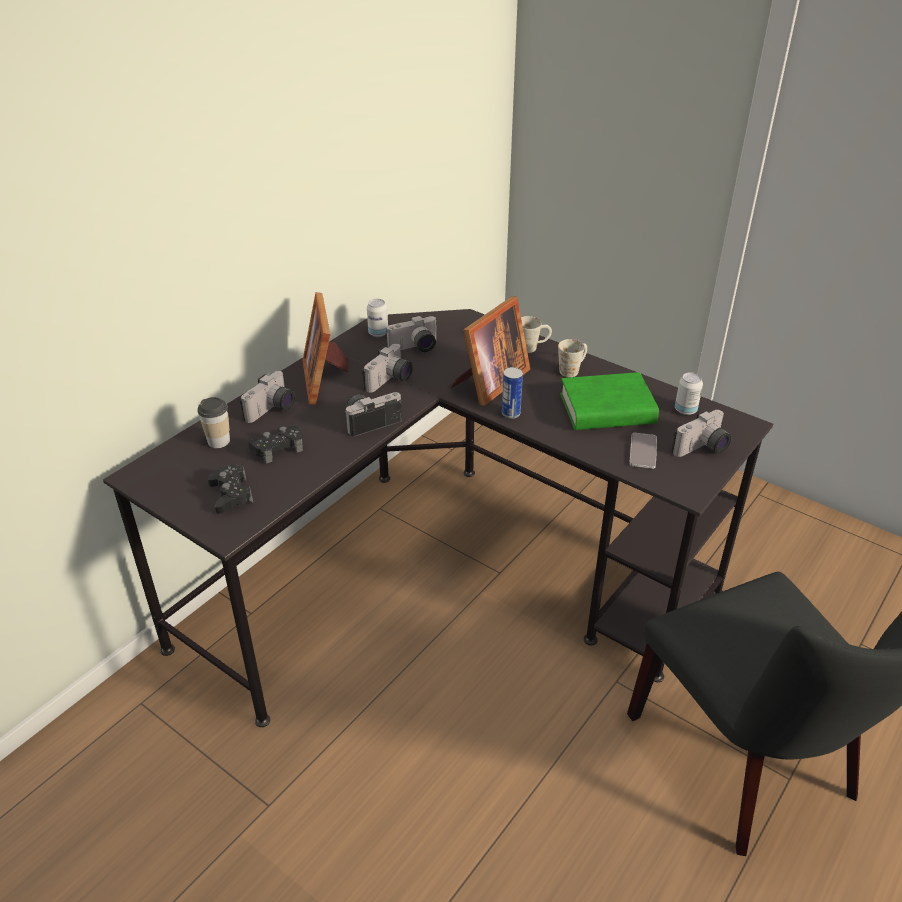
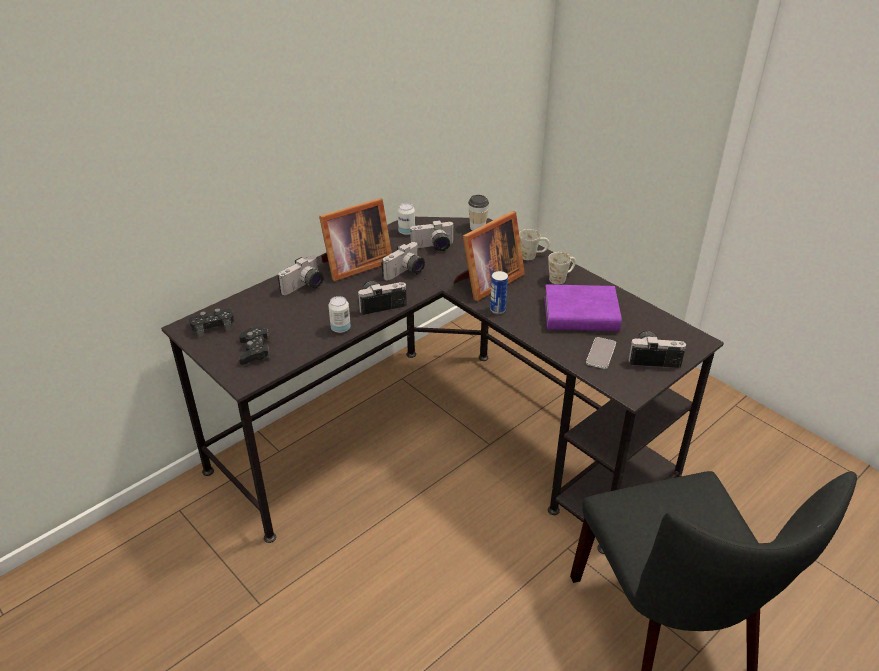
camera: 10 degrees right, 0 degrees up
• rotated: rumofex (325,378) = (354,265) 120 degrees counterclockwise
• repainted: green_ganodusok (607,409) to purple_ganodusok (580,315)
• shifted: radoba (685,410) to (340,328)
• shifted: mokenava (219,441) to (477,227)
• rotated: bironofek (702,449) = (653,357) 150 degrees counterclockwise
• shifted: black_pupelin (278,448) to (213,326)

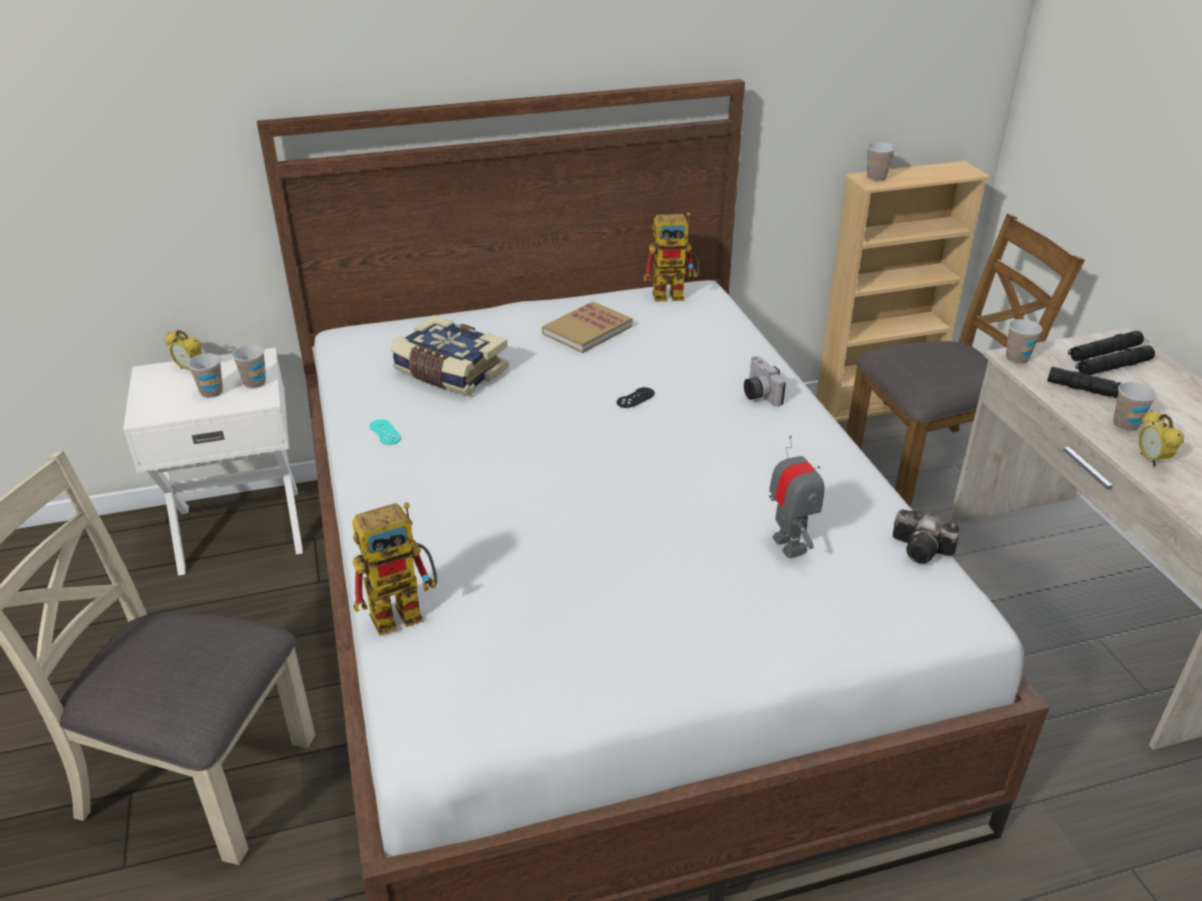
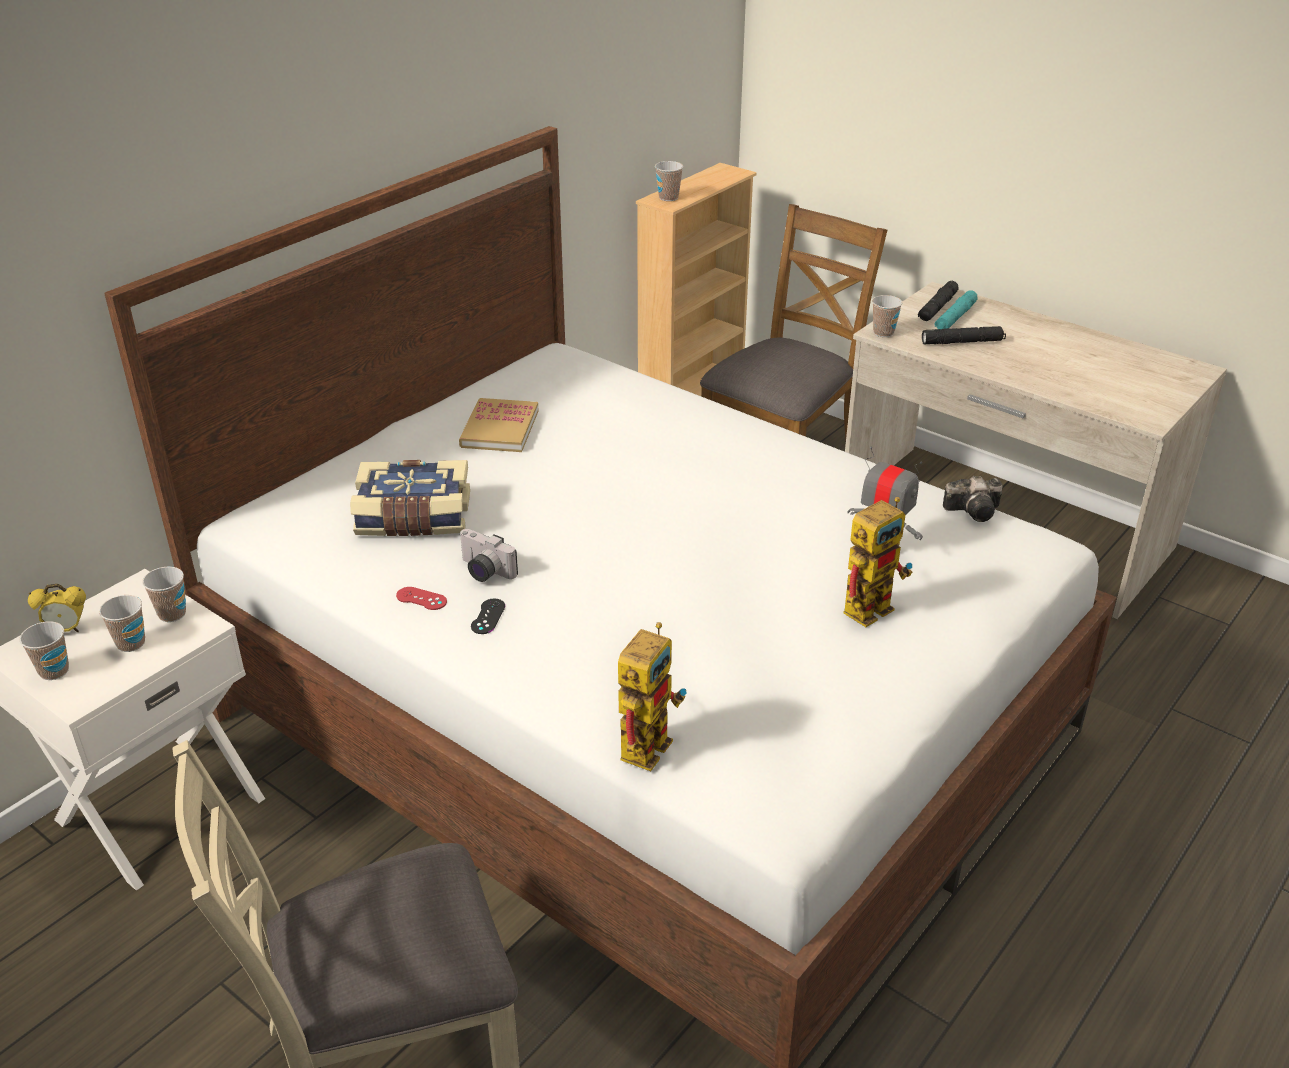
camera: 35 degrees left, 0 degrees up
• shifted: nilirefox (675,294) to (872,604)
• repainted: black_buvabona (1113,368) to turquoise_buvabona (955,317)
• shifted: bironofek (757,394) to (483,571)
• shifted: mokenava (1125,425) to (54,671)
• shifted: black_pupelin (635,398) to (488,616)
• gone: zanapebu (1151,460)
• repainted: turquoise_pupelin (385,432) to red_pupelin (421,599)

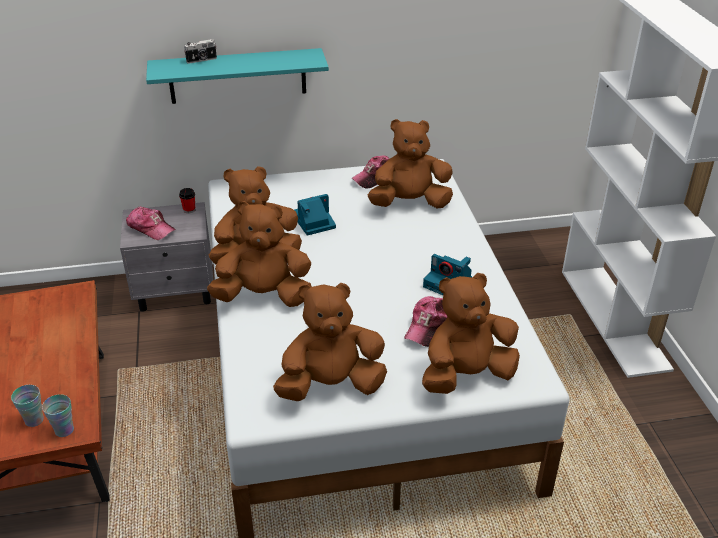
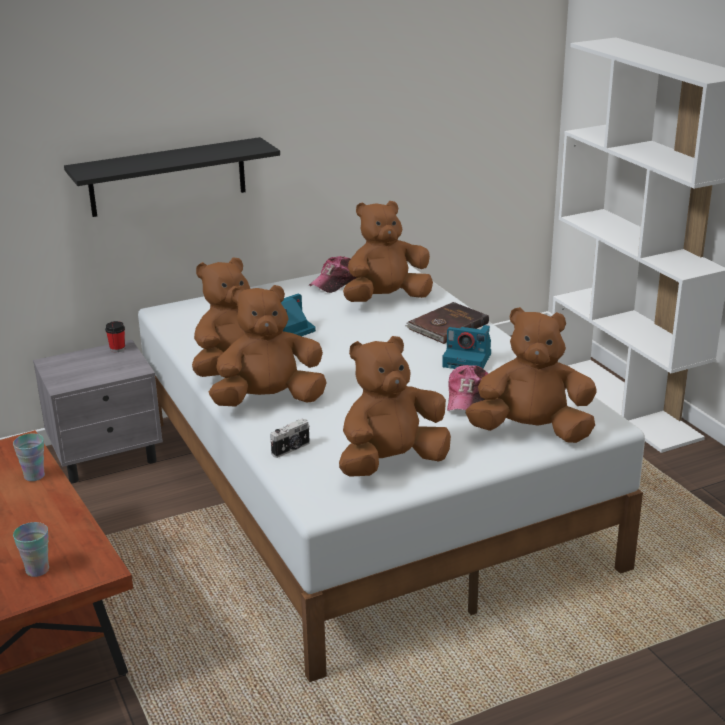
camera: 15 degrees left, 10 degrees down
• shifted: bironofek (202,60) to (291,449)
• repainted: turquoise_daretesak (237,76) to black_daretesak (168,177)
• gone: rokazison (151,228)
• rotated: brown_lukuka (466,375) = (531,431) 45 degrees clockwise
• shifted: mokenava (64,430) to (34,476)
• new: brown_ganodusok (447,326)

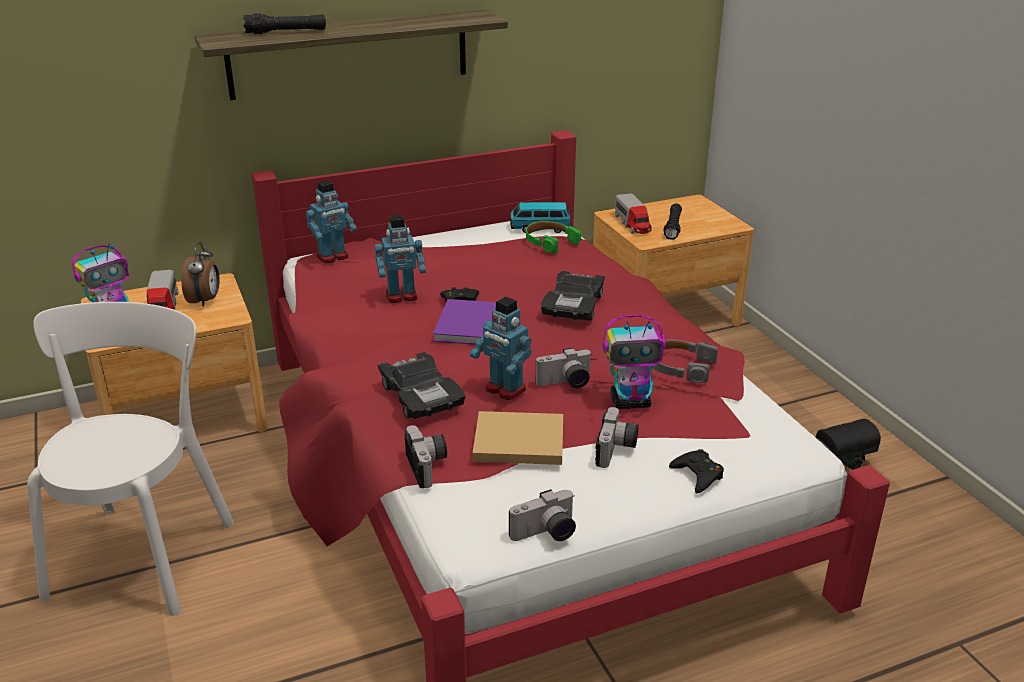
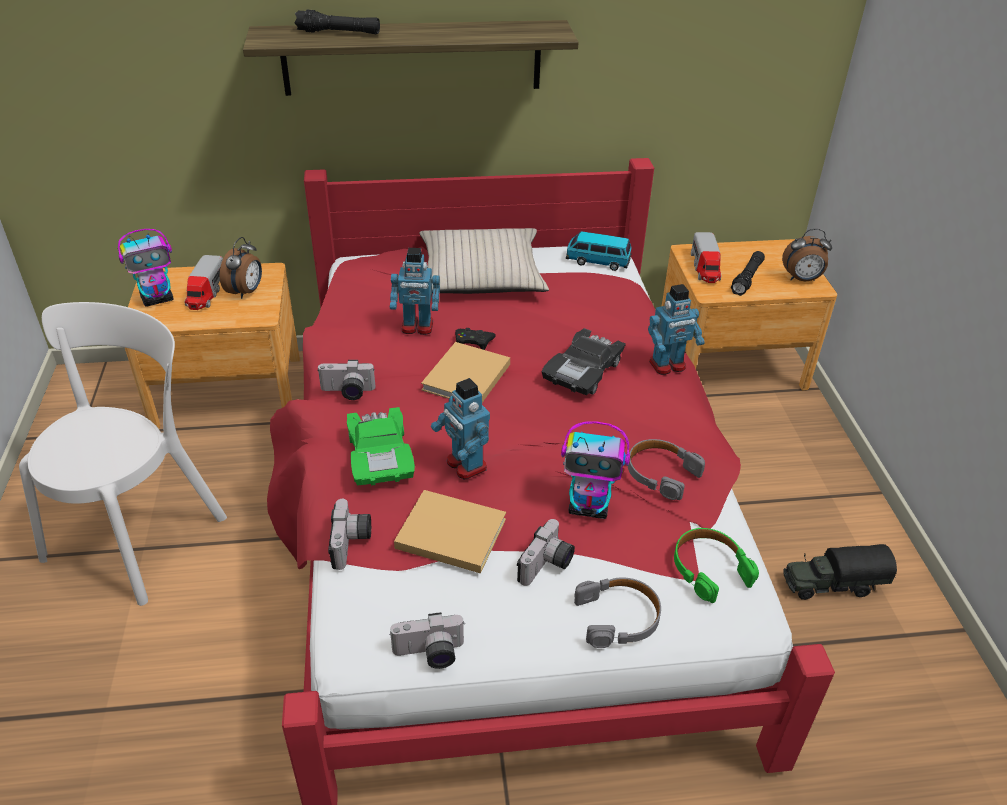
camera: 15 degrees right, 10 degrees up
• shifted: nilirefox (333,257) to (667,365)
• shifted: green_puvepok (550,242) to (709,569)
• repainted: purple_ganodusok (469,326) to beige_ganodusok (465,378)
• shifted: bironofek (566,383) to (347,392)
• repainted: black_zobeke (421,396) to green_zobeke (380,456)
• swapped: black_pupelin (697,475) to grey_puvepok (618,617)
• new: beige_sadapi (480,275)
• new: zanapebu (801,279)

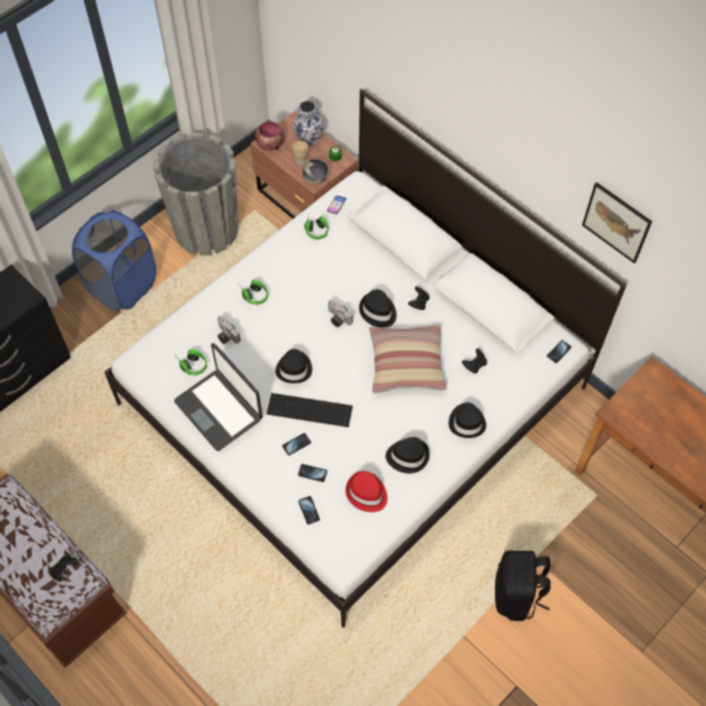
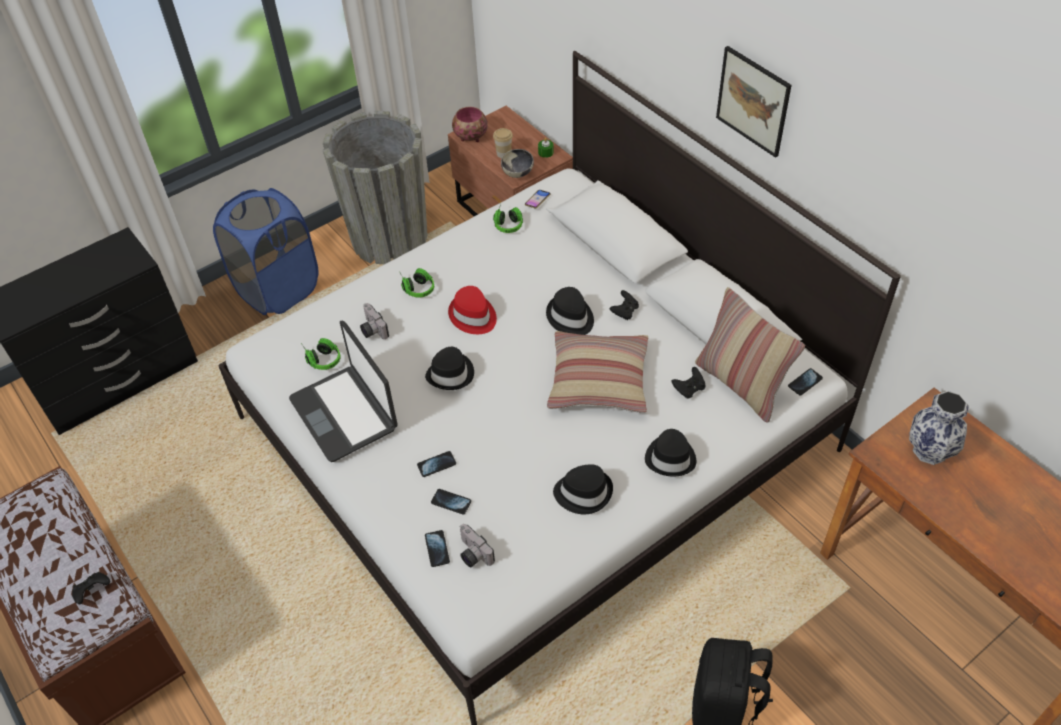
camera: 10 degrees right, 10 degrees down
• shifted: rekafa (308,138) to (928,450)
• shifted: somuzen (616,222) to (753,101)
• shifted: bironofek (337,319) to (472,554)
• gone: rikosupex (309,410)
• shifted: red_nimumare (366,493) to (473,316)
• new: sadapi (741,385)

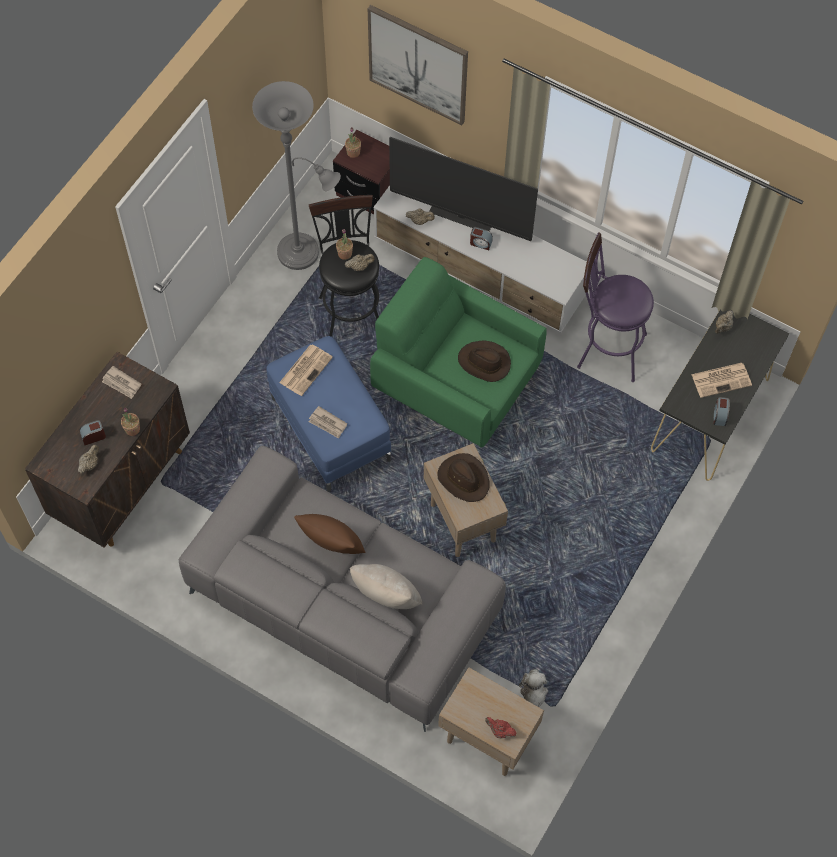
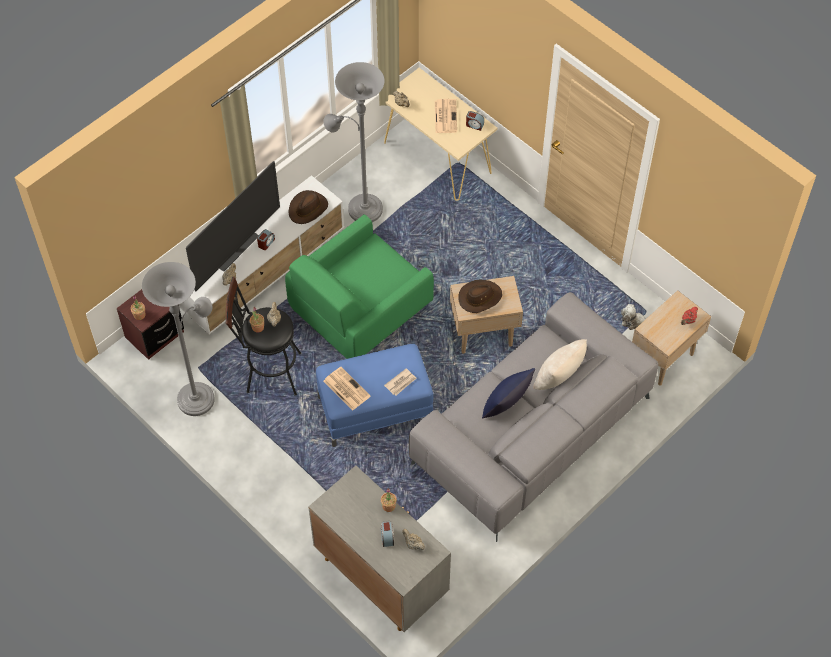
camera: 75 degrees left, 5 degrees down
• gone: somuzen (418,64)
• swapped: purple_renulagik (605,349) to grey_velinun (361,207)
• repainted: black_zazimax (709,415) to beige_zazimax (437,158)
• shifted: brown_nimumare (484,363) to (308,208)
• repainted: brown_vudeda (123,483) to grey_vudeda (380,576)
• gone: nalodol (121,384)
• repainted: brown_sadapi (332,546) to blue_sadapi (506,406)

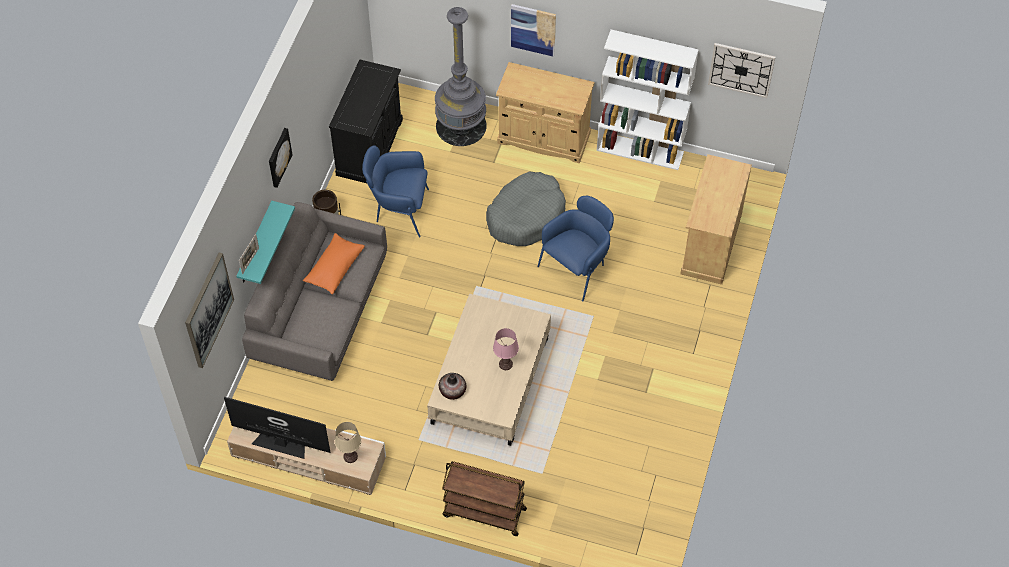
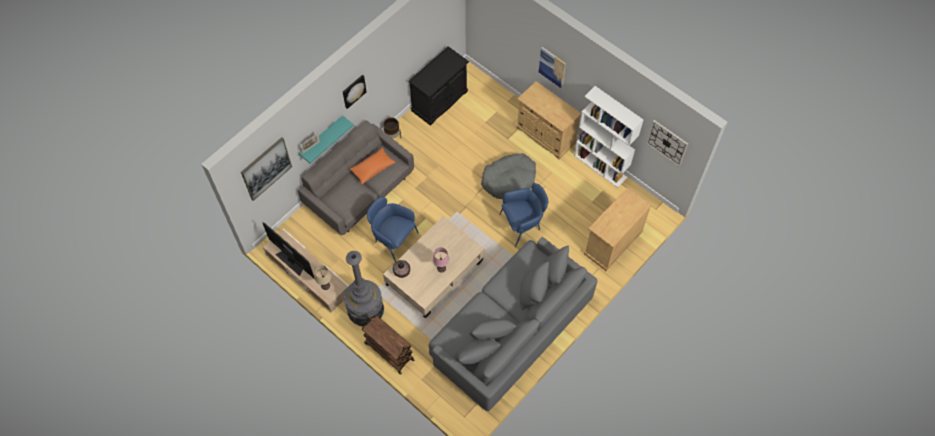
camera: 25 degrees right, 5 degrees up
• shifted: grey_velinun (461,126) to (365,309)
• shifted: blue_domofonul (399,210) to (393,239)
• new: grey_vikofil (511,328)

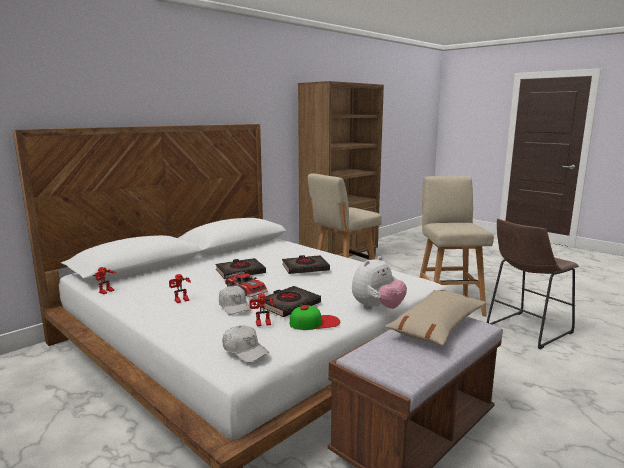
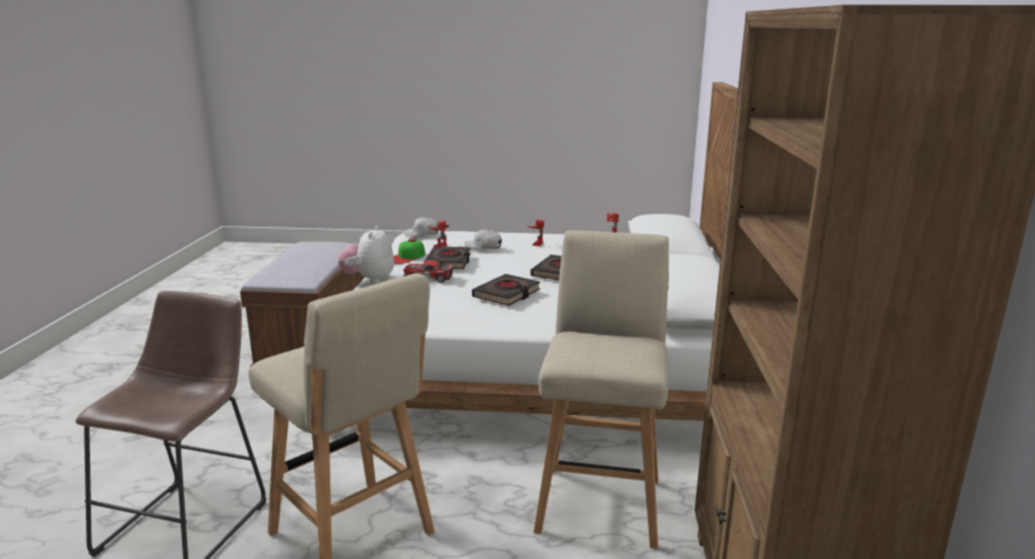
camera: 140 degrees right, 5 degrees up
• shifted: zobeke (247,289) to (427,278)
• gone: beige_sadapi (437,327)

